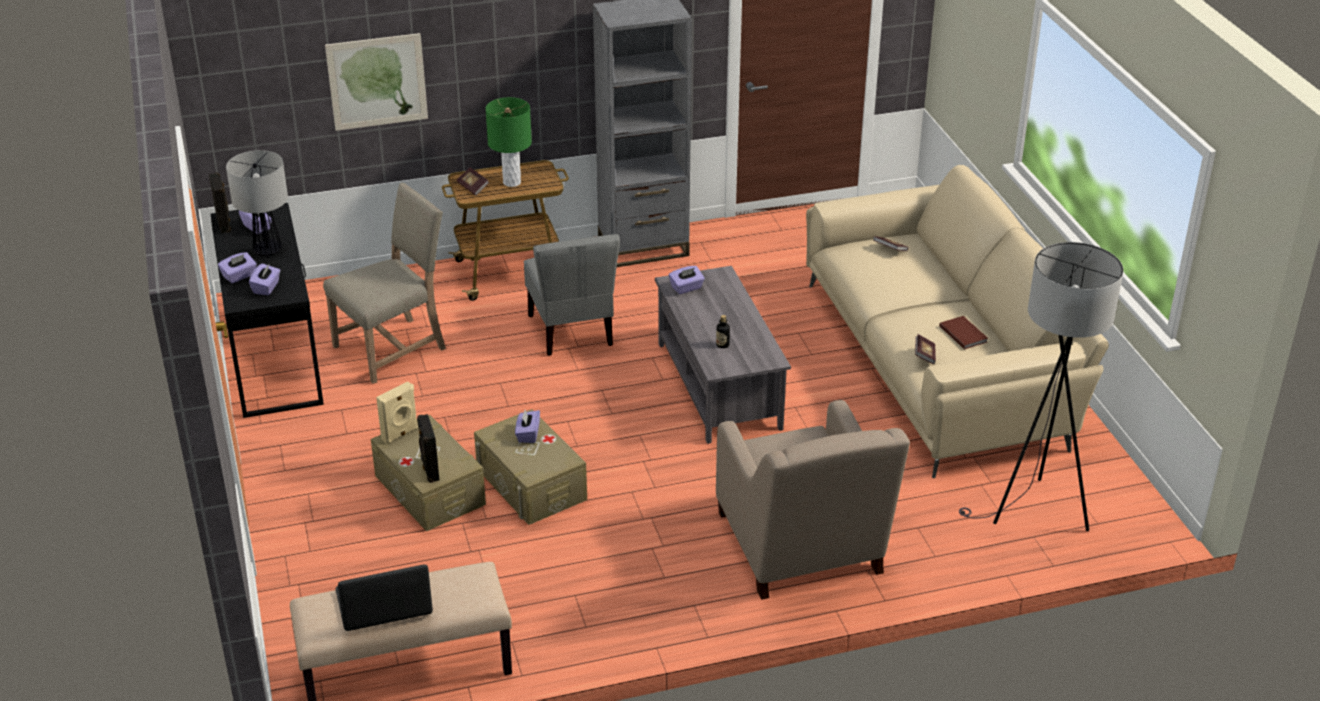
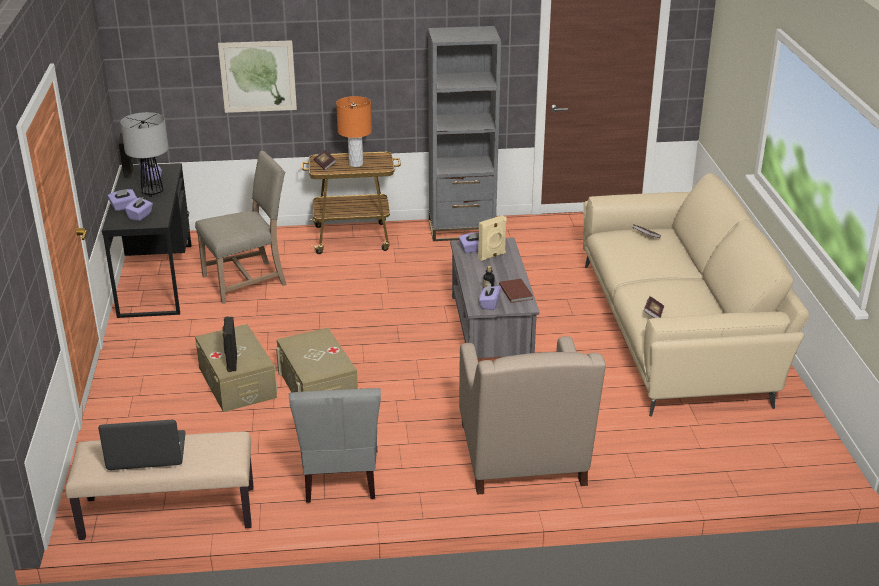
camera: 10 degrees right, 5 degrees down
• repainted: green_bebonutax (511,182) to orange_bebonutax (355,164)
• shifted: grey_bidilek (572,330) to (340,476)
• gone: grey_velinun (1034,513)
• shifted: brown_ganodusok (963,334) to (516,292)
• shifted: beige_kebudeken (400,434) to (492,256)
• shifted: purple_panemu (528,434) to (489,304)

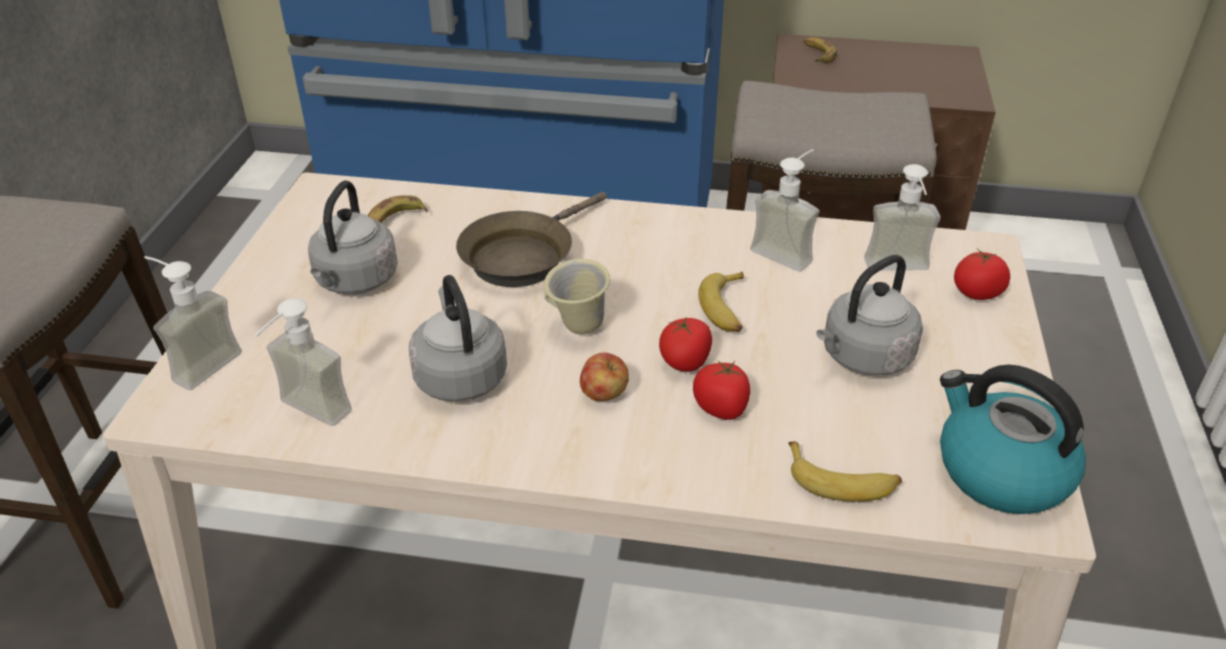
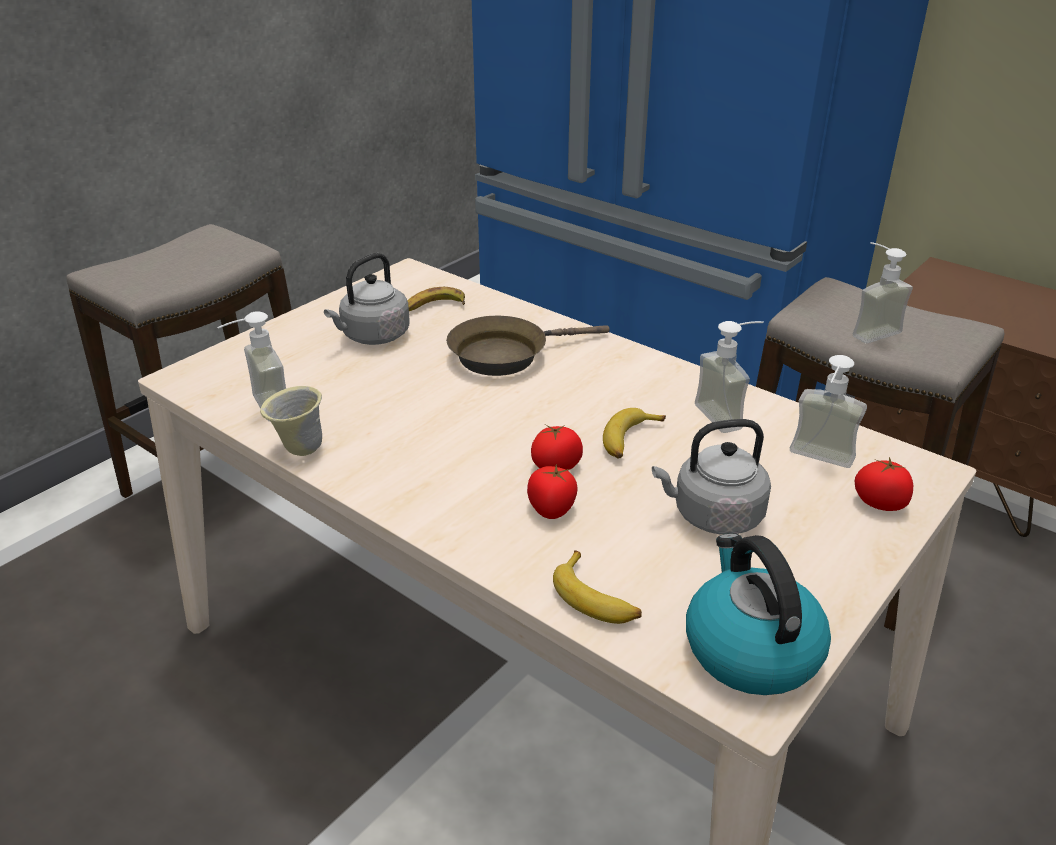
camera: 30 degrees right, 5 degrees down
• gone: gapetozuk (817,54)
• shifted: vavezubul (198,362) to (869,330)
• shifted: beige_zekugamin (578,329) to (299,450)
• gone: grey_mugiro (459,376)
• gone: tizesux (604,395)

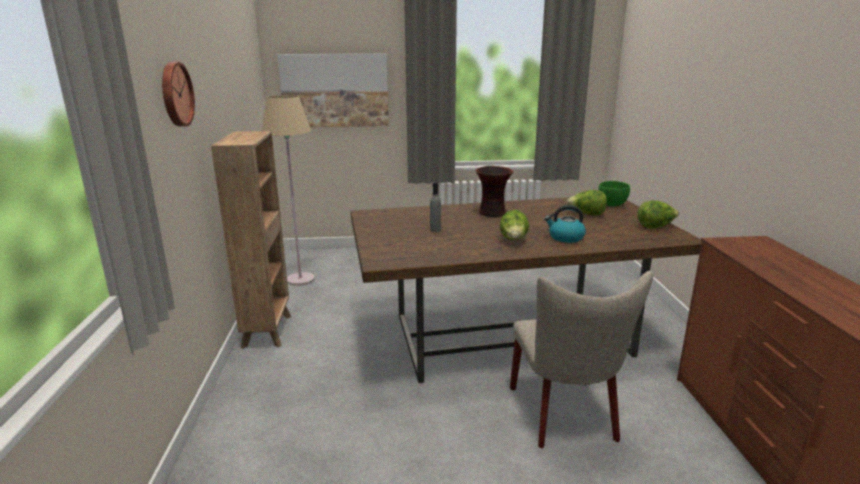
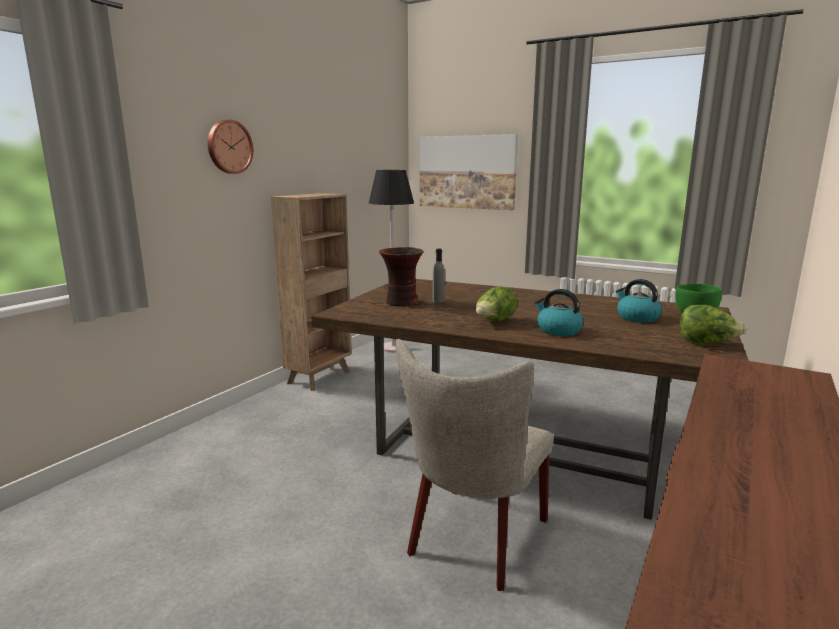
camera: 35 degrees right, 5 degrees down
• repainted: beige_velinun (300,279) to black_velinun (393,348)
• shifted: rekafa (493,213) to (401,303)
• swapped: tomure (587,214) to mugiro (636,317)

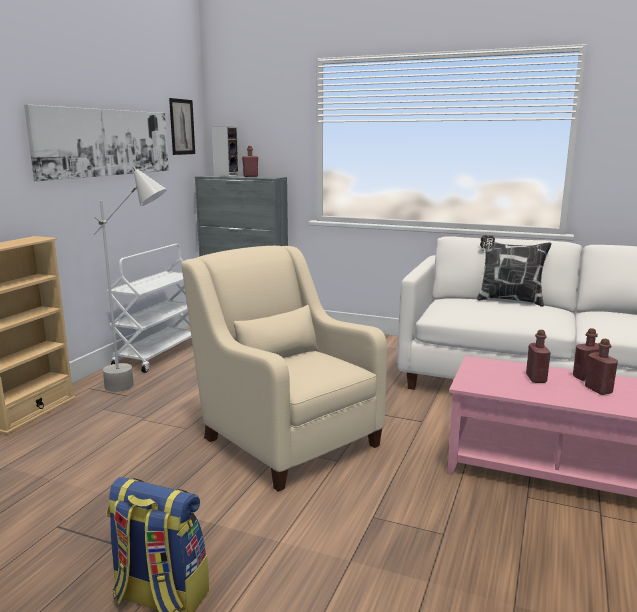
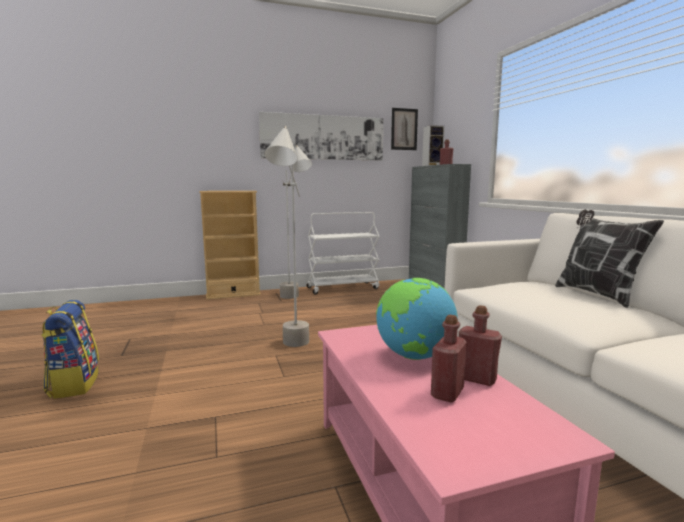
camera: 50 degrees right, 5 degrees down
• swapped: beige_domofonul (285,438) to grey_velinun (292,350)
• swapped: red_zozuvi (536,379) to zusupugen (414,356)

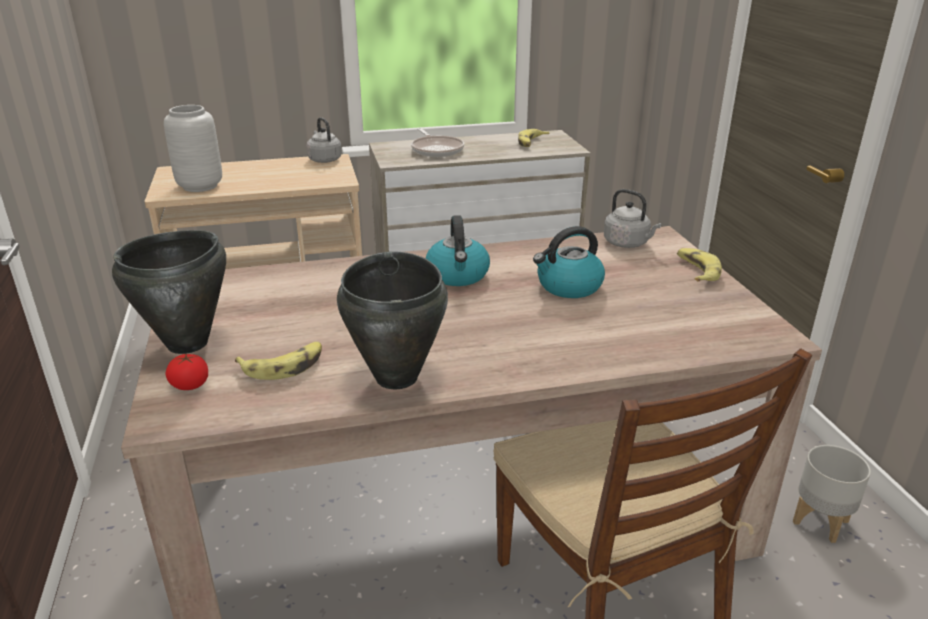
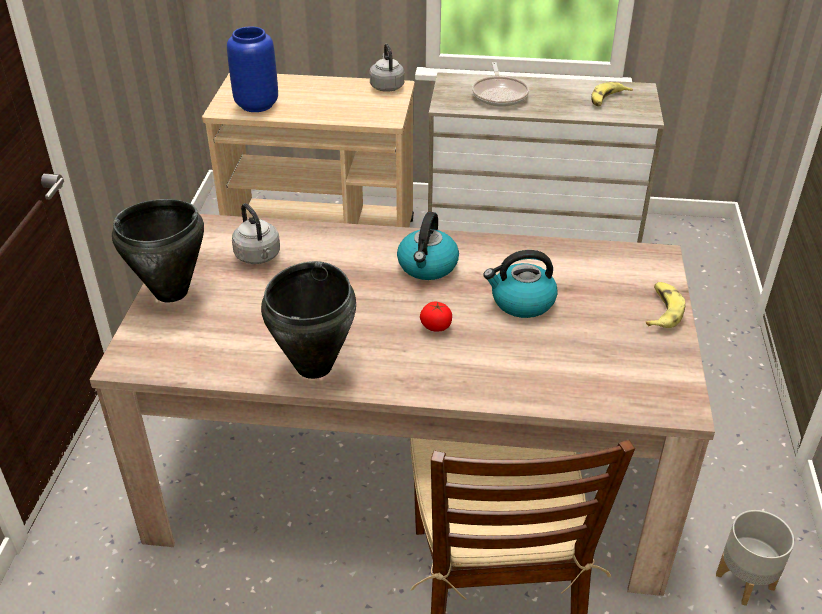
camera: 20 degrees right, 10 degrees up
• repainted: grey_rekafa (199,186) to blue_rekafa (256,105)
• shifted: grey_mugiro (628,243) to (259,257)
• gone: gapetozuk (284,366)
• shifted: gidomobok (190,385) to (436,326)

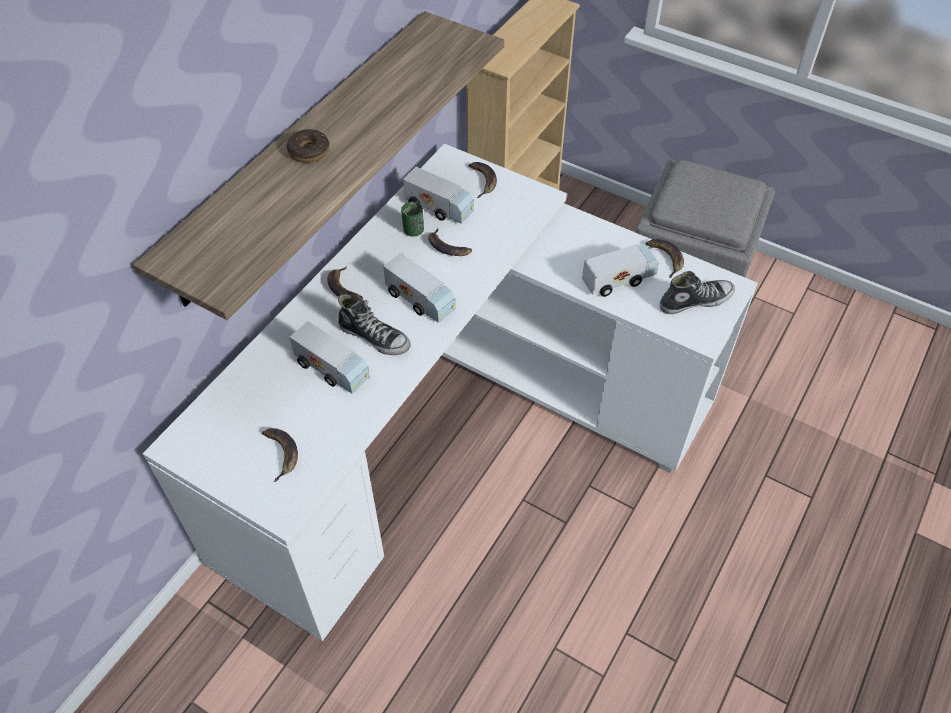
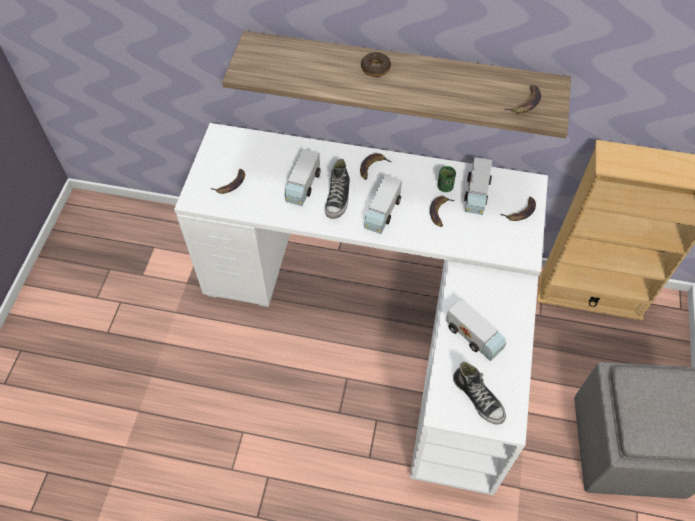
camera: 70 degrees right, 5 degrees up
• shifted: gapetozuk (664,258) to (525,102)

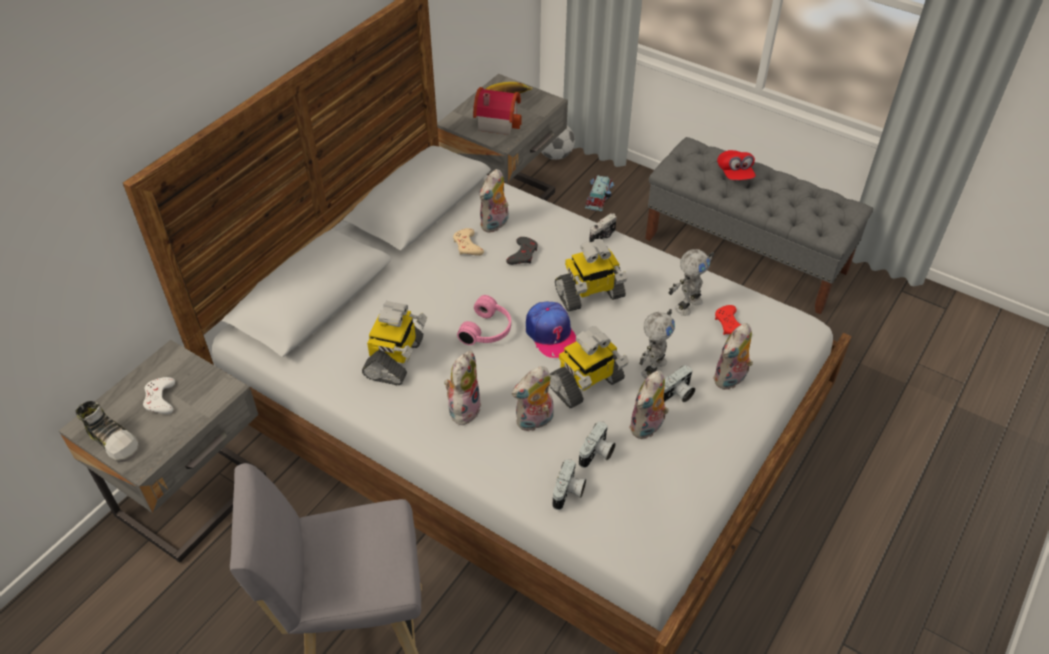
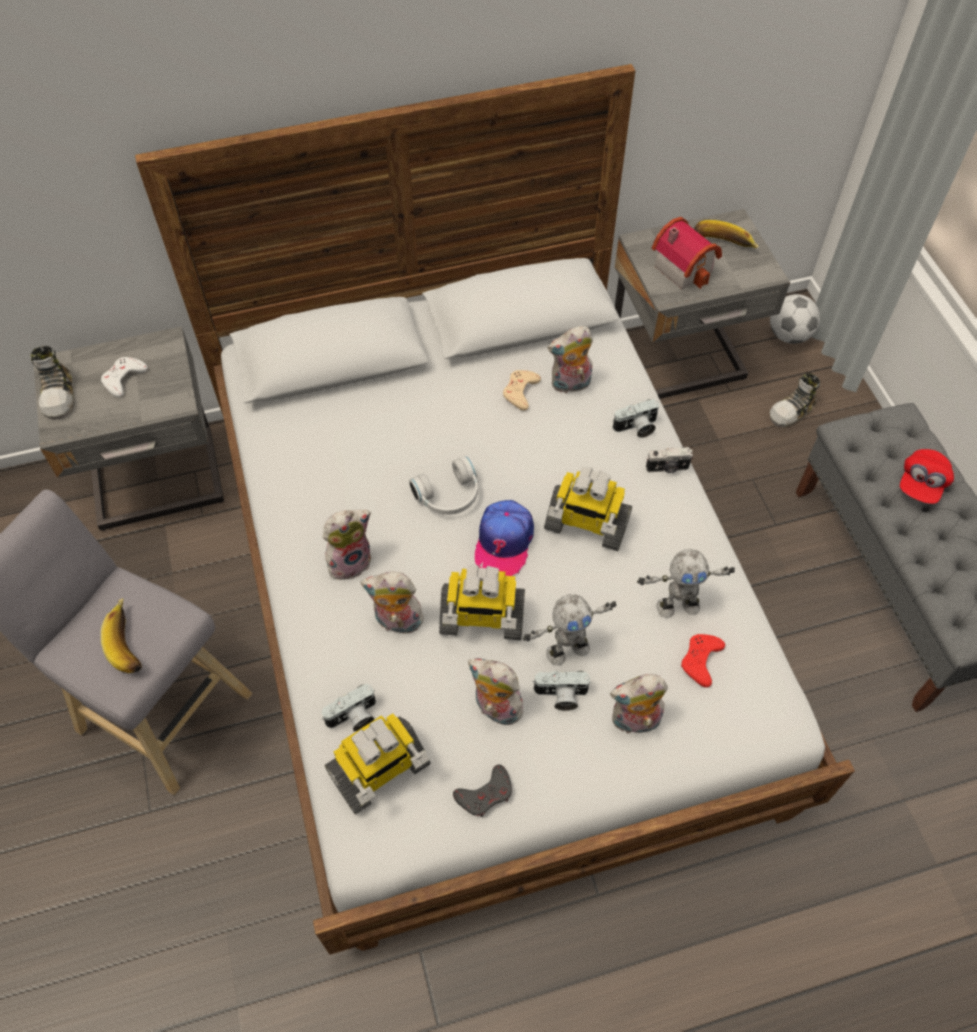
camera: 40 degrees right, 10 degrees up
• swapped: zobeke (599,196) to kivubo (793,411)
• shifted: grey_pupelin (523,254) to (485,794)
• repainted: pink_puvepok (488,330) to white_puvepok (449,496)
• shifted: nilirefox (395,359) to (379,771)
• rotated: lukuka (647,427) = (495,709) 45 degrees clockwise
• shifted: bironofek (597,454) to (636,428)
• new: gapetozuk (131,643)

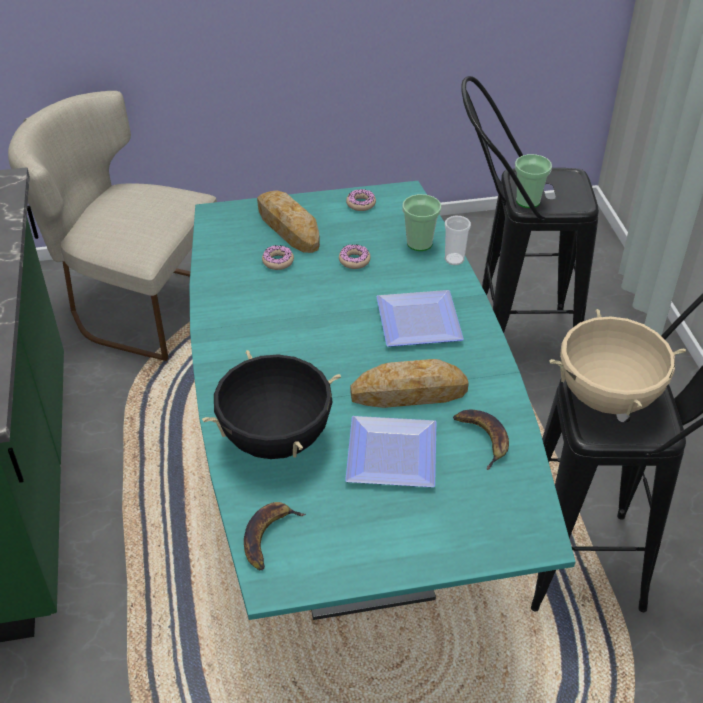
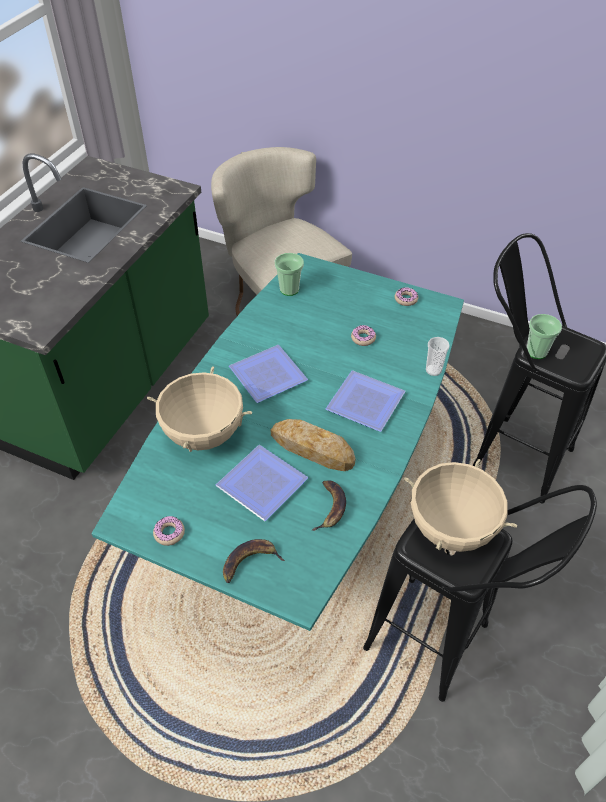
camera: 35 degrees right, 5 degrees up
• gone: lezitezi (288,226)
• shifted: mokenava (419,243) to (289,289)
• shifted: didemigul (278,261) to (169,533)
• repainted: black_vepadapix (276,439) to beige_vepadapix (204,434)
• shifted: gapetozuk (268,536) to (250,561)
• new: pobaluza (269,373)

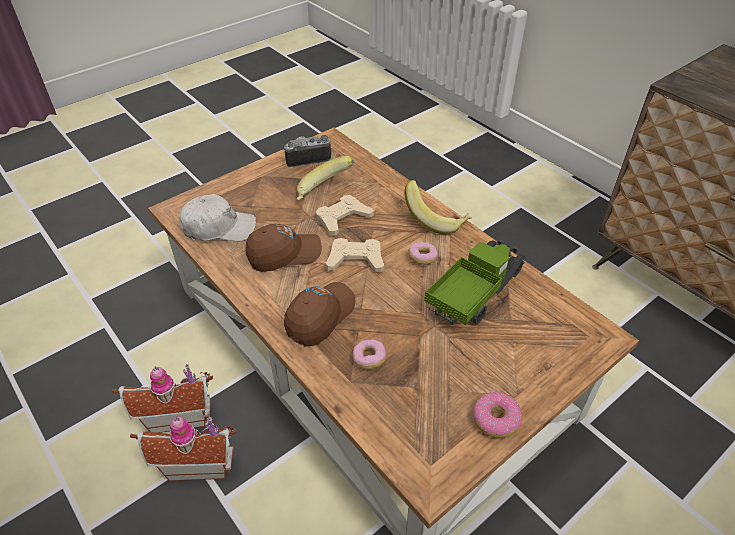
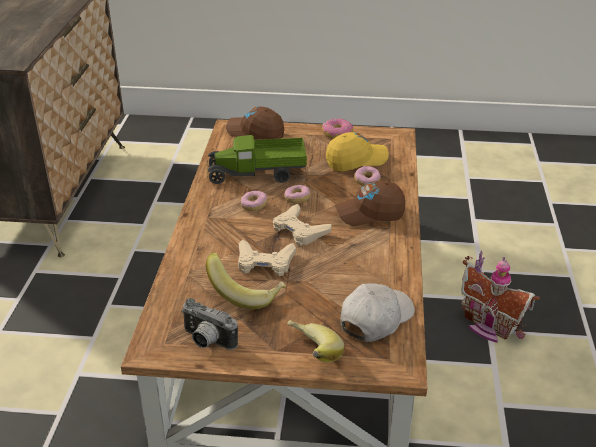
camera: 135 degrees left, 10 degrees down
• shifted: gapetozuk (436,219) to (310,355)
• rotated: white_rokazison (218,227) = (375,319) 90 degrees clockwise
• shifted: brown_rokazison (284,255) to (255,133)
• gone: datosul (178,415)
• new: yellow_rokazison (356,160)
• new: didemigul (297,199)

